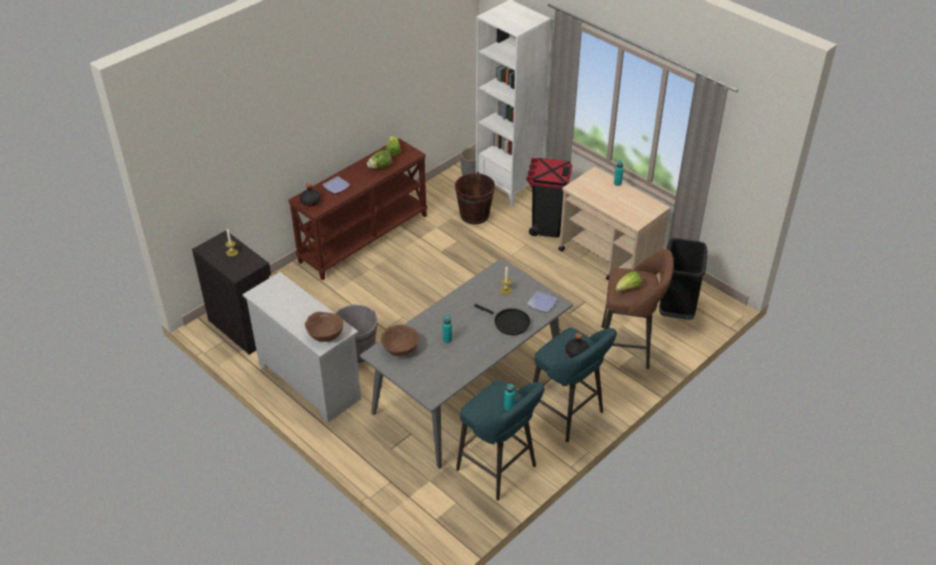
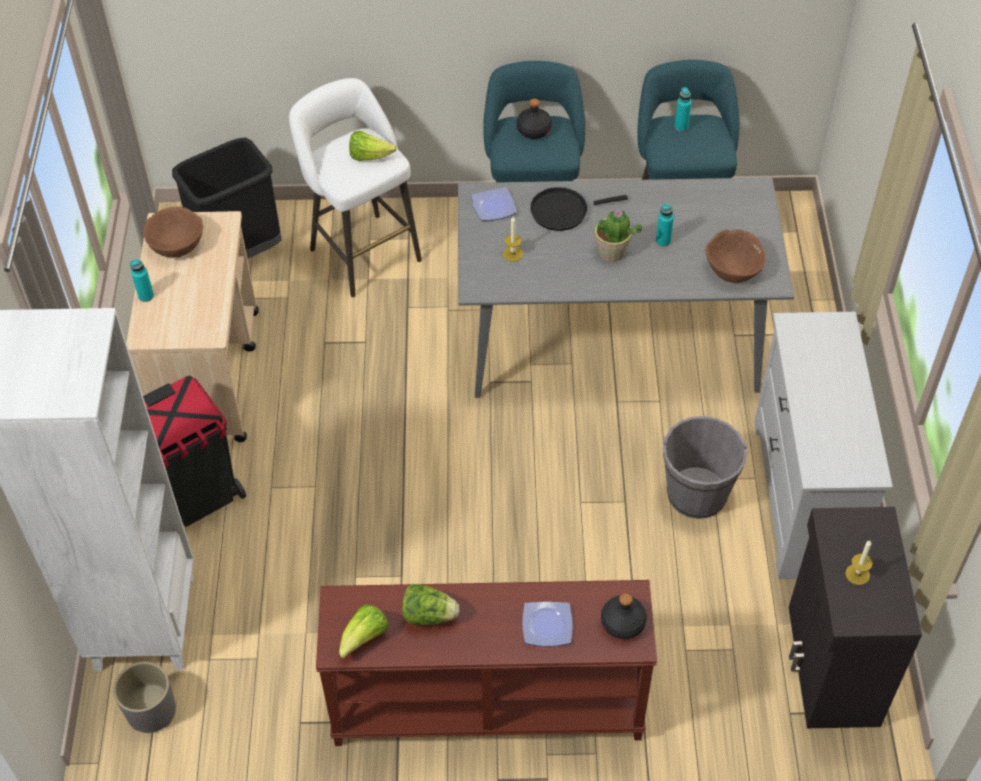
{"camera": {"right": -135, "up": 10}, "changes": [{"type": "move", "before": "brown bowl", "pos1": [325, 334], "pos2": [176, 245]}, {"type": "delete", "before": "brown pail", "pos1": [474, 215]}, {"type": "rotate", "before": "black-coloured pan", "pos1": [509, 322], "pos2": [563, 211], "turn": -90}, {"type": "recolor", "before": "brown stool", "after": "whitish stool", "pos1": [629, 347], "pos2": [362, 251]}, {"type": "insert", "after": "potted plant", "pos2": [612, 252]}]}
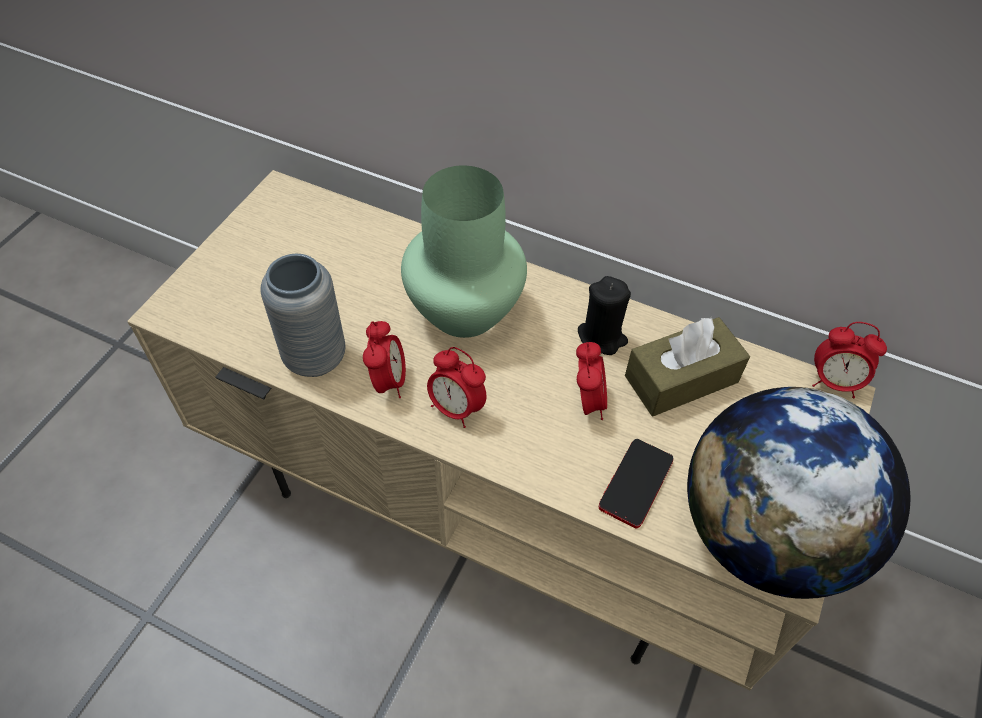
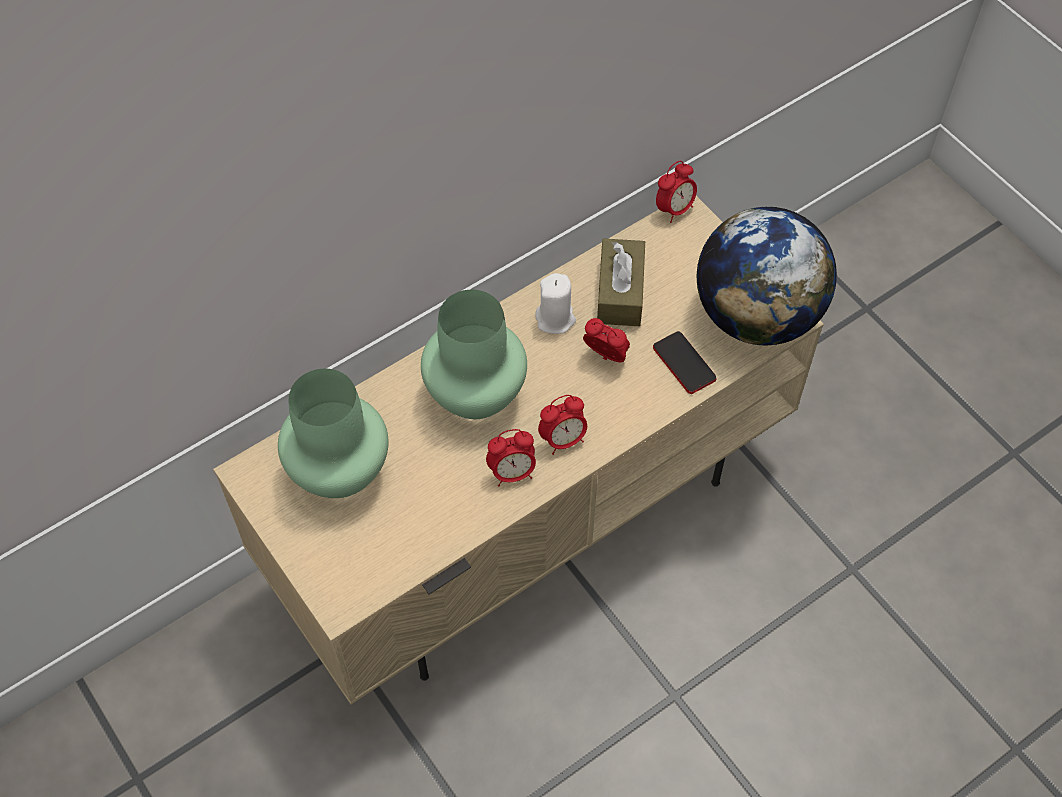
{"camera": {"right": -60, "up": 5}, "changes": [{"type": "delete", "before": "gray decorative vase", "pos1": [315, 357]}, {"type": "rotate", "before": "table clock", "pos1": [388, 381], "pos2": [512, 473], "turn": 135}, {"type": "recolor", "before": "black-coloured wax candle", "after": "whitish wax candle", "pos1": [602, 337], "pos2": [555, 319]}, {"type": "insert", "after": "green decorative vase", "pos2": [341, 470]}]}
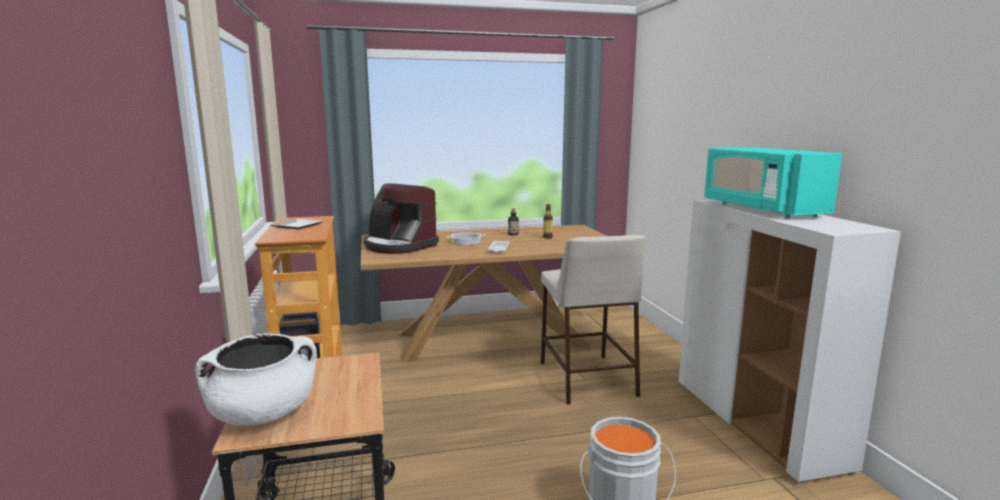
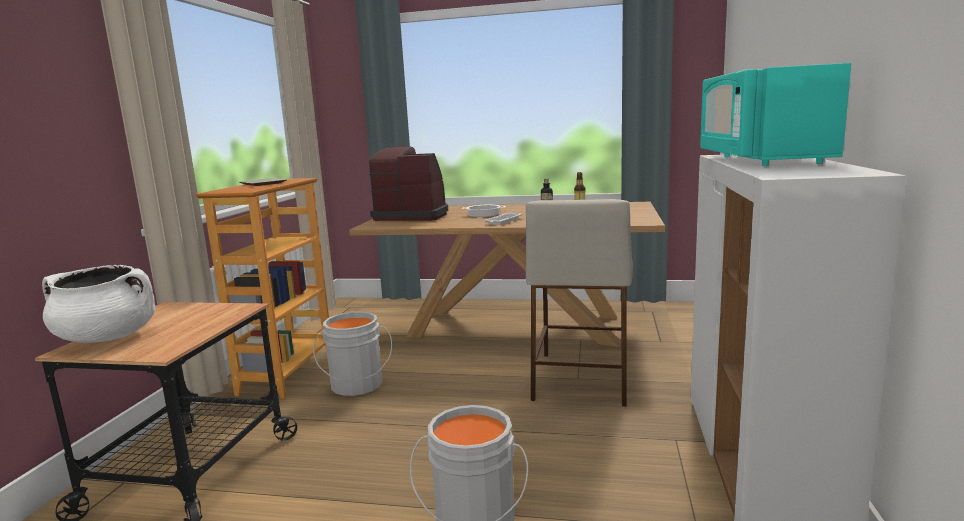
{"camera": {"right": 25, "up": 0}, "changes": [{"type": "rotate", "before": "coffee brewer", "pos1": [399, 246], "pos2": [412, 216], "turn": 135}, {"type": "insert", "after": "gray pail", "pos2": [357, 386]}]}
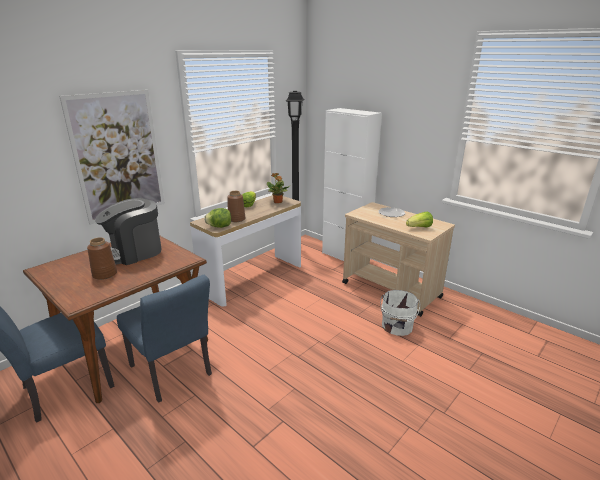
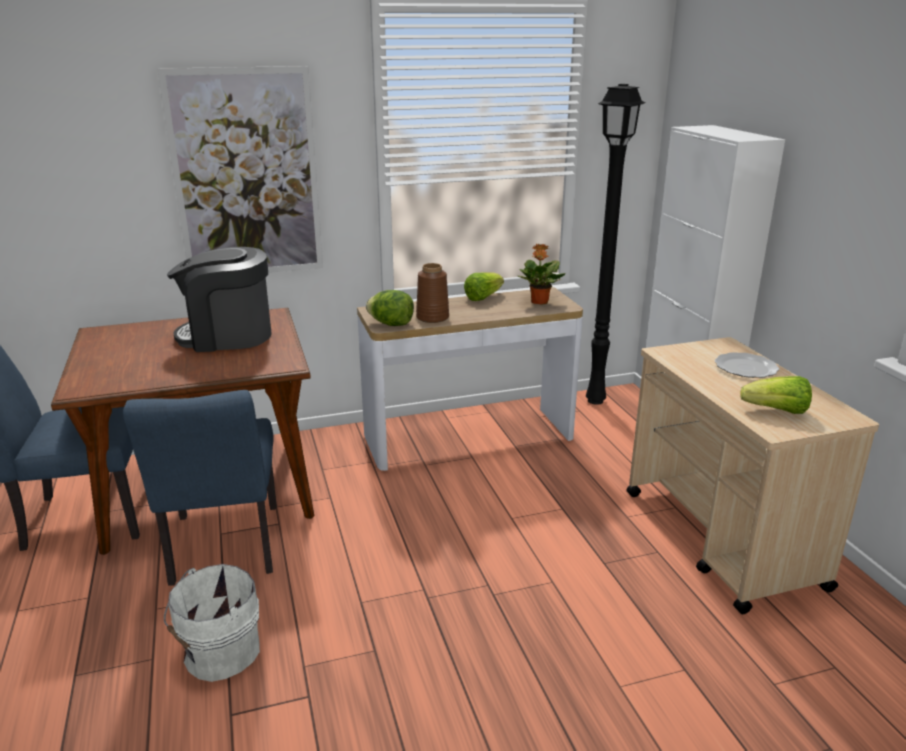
{"camera": {"right": 30, "up": 0}, "changes": [{"type": "delete", "before": "brown decorative vase", "pos1": [104, 274]}, {"type": "move", "before": "whitish pail", "pos1": [397, 327], "pos2": [218, 654]}]}
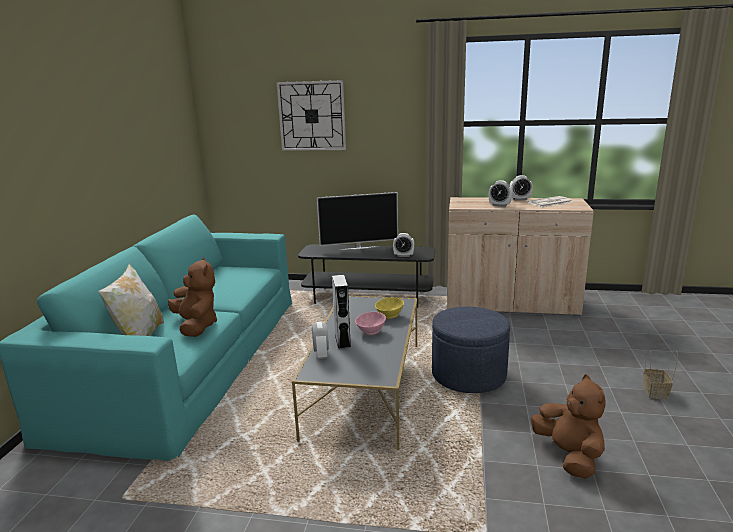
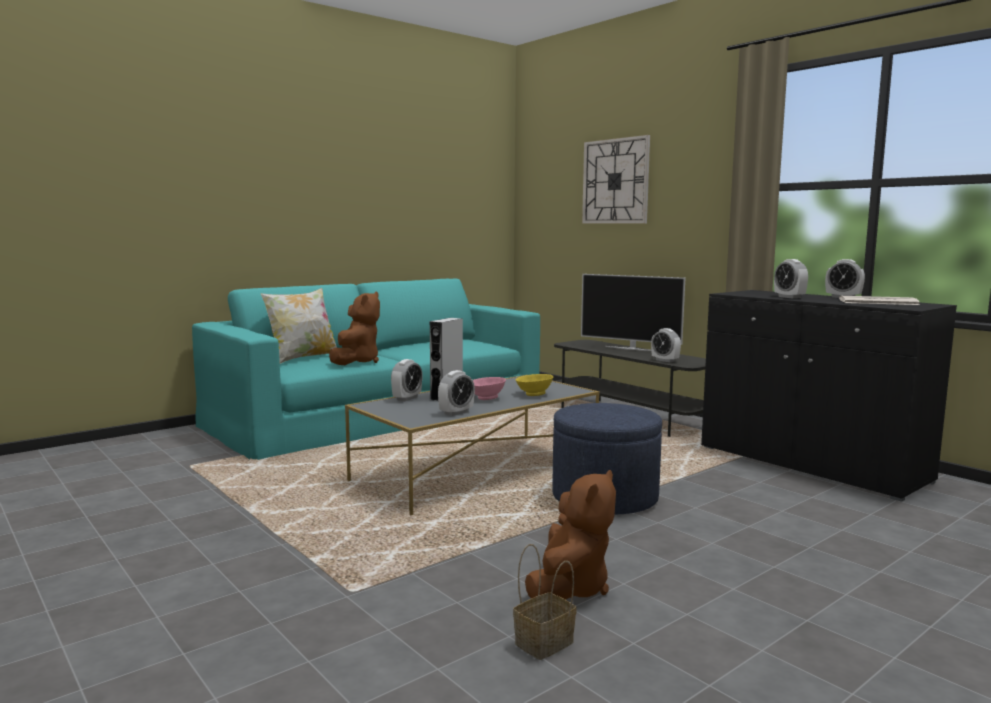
{"camera": {"right": 40, "up": -10}, "changes": [{"type": "recolor", "before": "sand-coloured cupboard", "after": "black-coloured cupboard", "pos1": [511, 304], "pos2": [810, 464]}, {"type": "move", "before": "household basket", "pos1": [656, 392], "pos2": [543, 644]}, {"type": "insert", "after": "table clock", "pos2": [456, 413]}]}
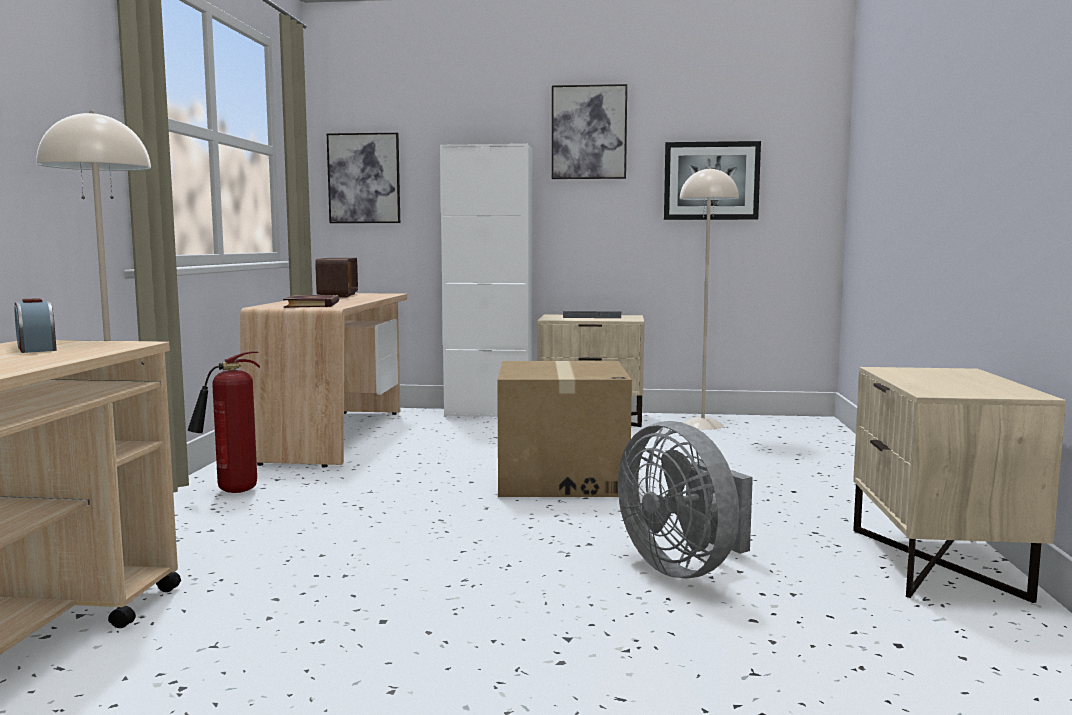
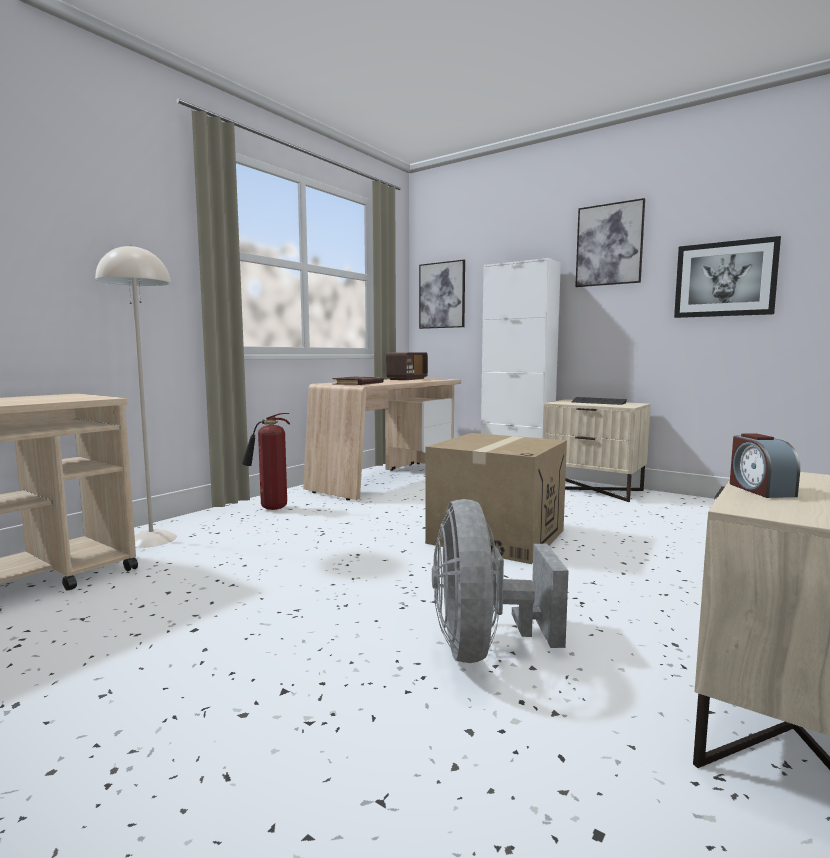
{"camera": {"right": 30, "up": 0}, "changes": [{"type": "move", "before": "table clock", "pos1": [36, 349], "pos2": [759, 490]}, {"type": "delete", "before": "sand-coloured standard lamp", "pos1": [702, 425]}]}
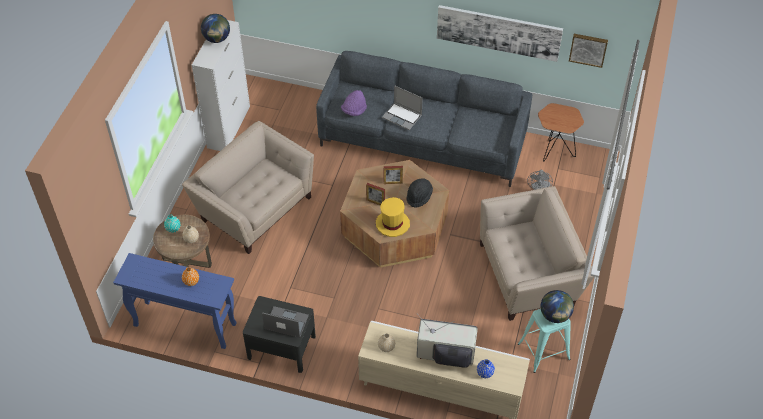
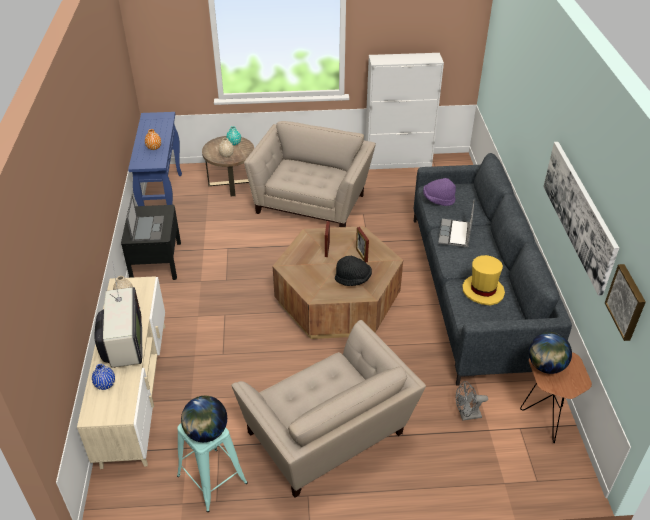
{"camera": {"right": 70, "up": -10}, "changes": [{"type": "move", "before": "desk globe", "pos1": [217, 39], "pos2": [545, 366]}, {"type": "move", "before": "yellow clothing hat", "pos1": [392, 224], "pos2": [483, 291]}]}
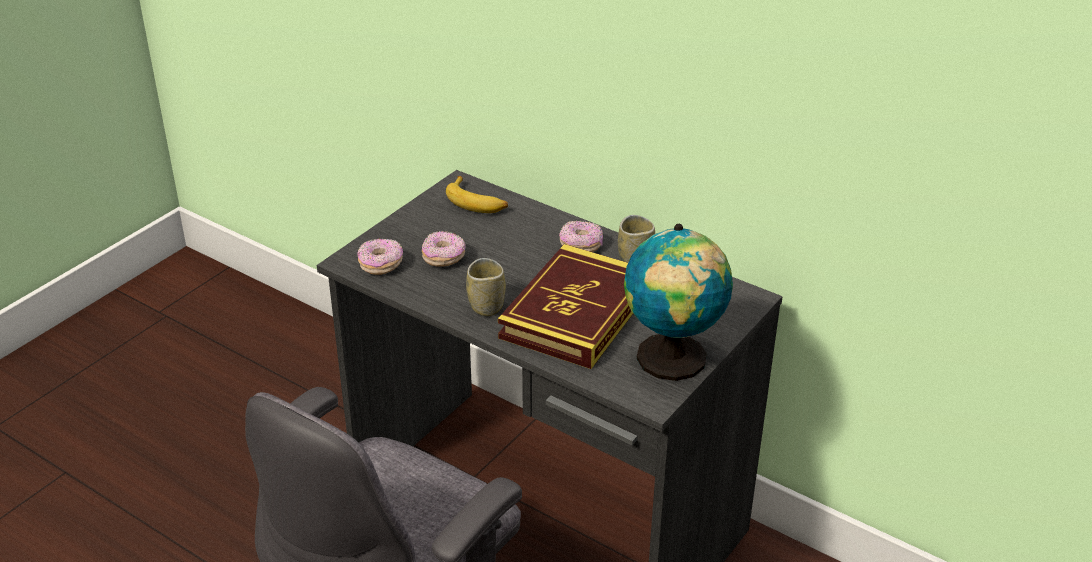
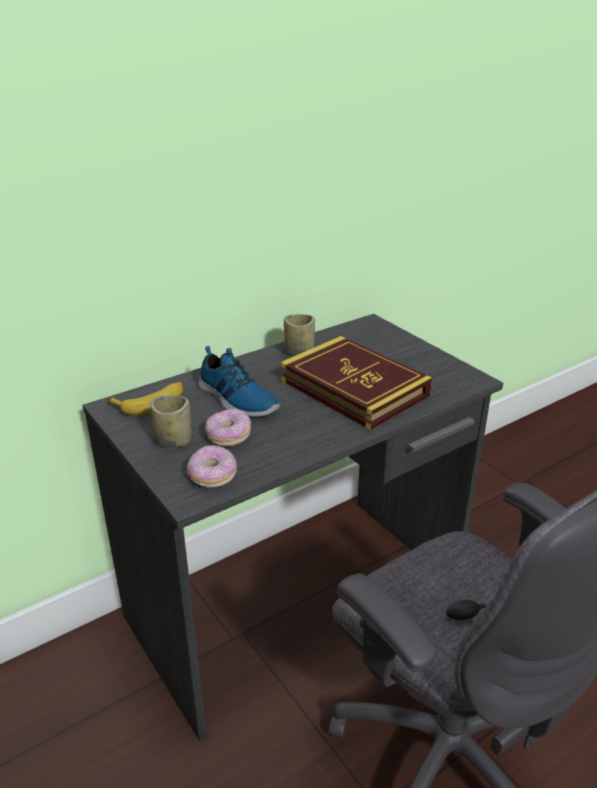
{"camera": {"right": -70, "up": -5}, "changes": [{"type": "move", "before": "cup", "pos1": [486, 306], "pos2": [174, 440]}, {"type": "delete", "before": "doughnut", "pos1": [580, 246]}, {"type": "delete", "before": "desk globe", "pos1": [672, 361]}, {"type": "insert", "after": "item of footwear", "pos2": [236, 399]}]}
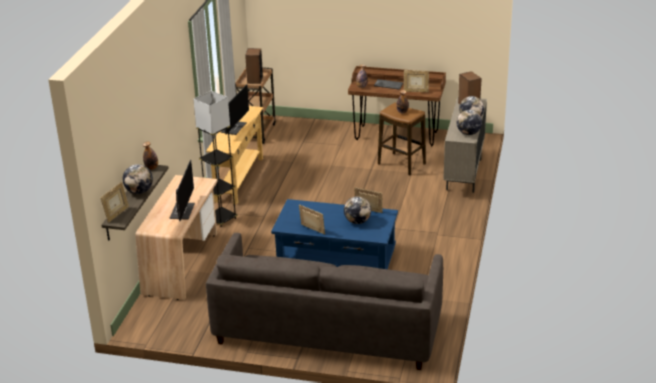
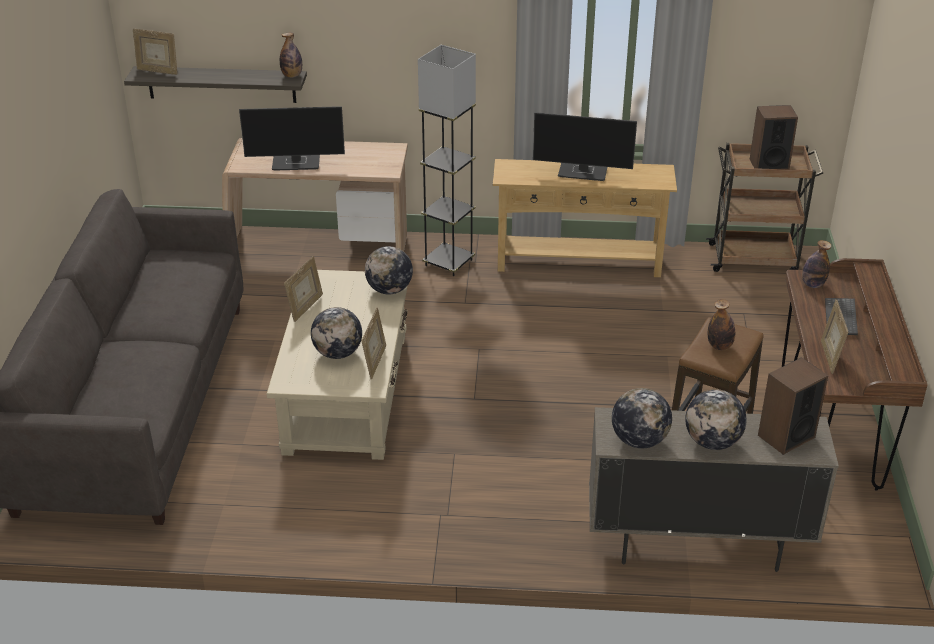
{"camera": {"right": 80, "up": 5}, "changes": [{"type": "move", "before": "desk globe", "pos1": [139, 192], "pos2": [389, 290]}, {"type": "recolor", "before": "bluish coffee table", "after": "sand-coloured coffee table", "pos1": [336, 257], "pos2": [347, 392]}]}
